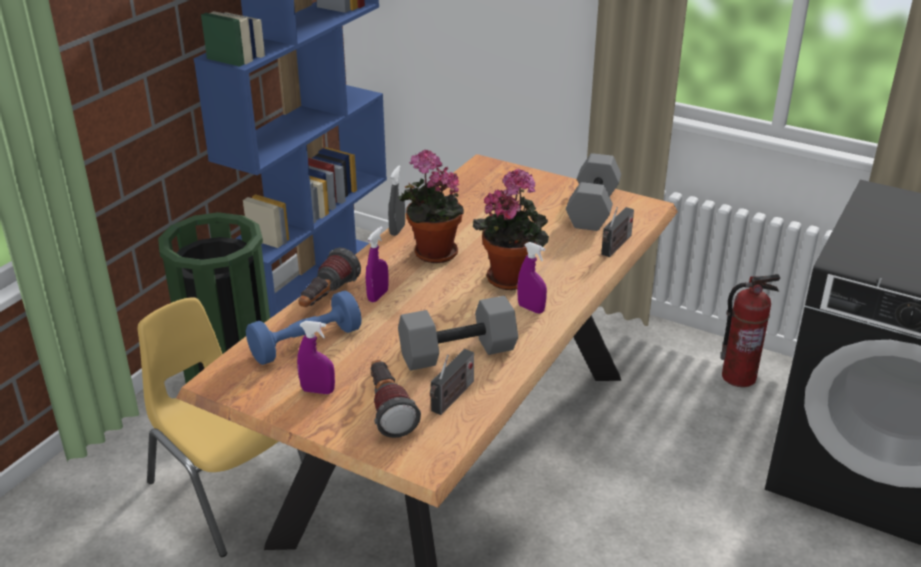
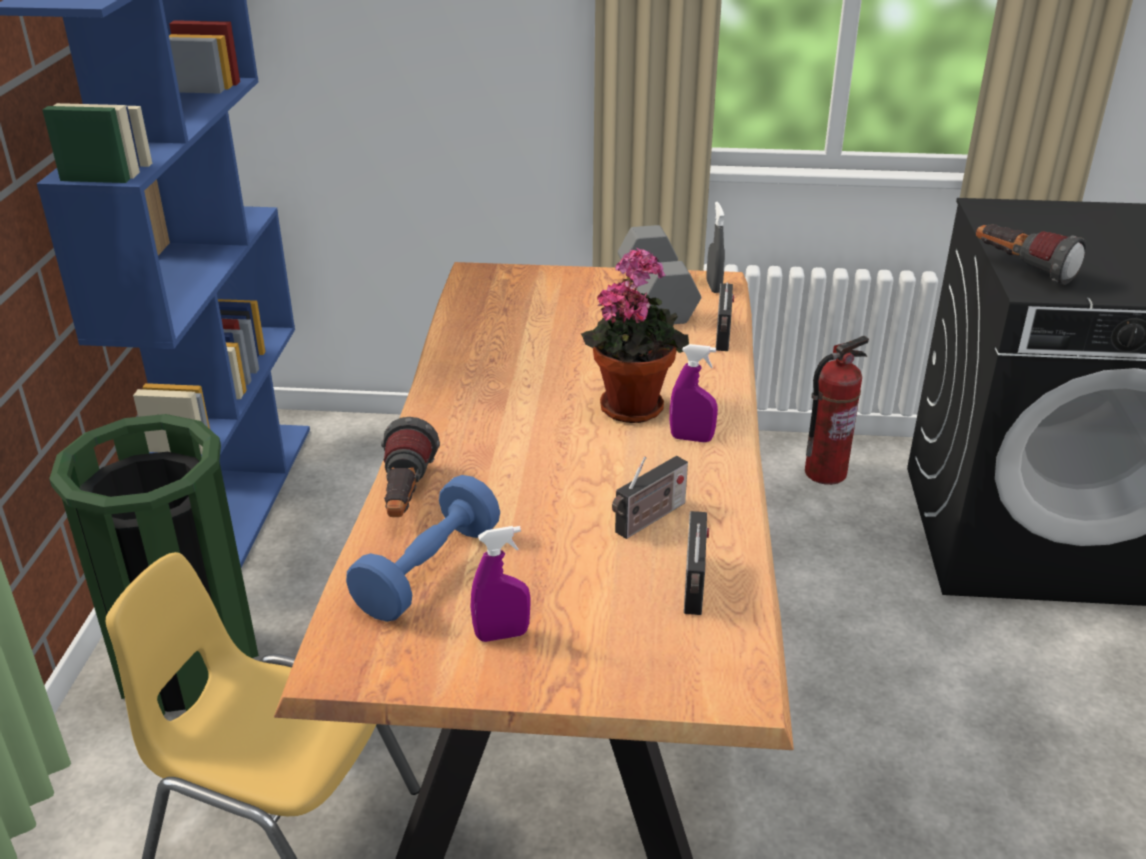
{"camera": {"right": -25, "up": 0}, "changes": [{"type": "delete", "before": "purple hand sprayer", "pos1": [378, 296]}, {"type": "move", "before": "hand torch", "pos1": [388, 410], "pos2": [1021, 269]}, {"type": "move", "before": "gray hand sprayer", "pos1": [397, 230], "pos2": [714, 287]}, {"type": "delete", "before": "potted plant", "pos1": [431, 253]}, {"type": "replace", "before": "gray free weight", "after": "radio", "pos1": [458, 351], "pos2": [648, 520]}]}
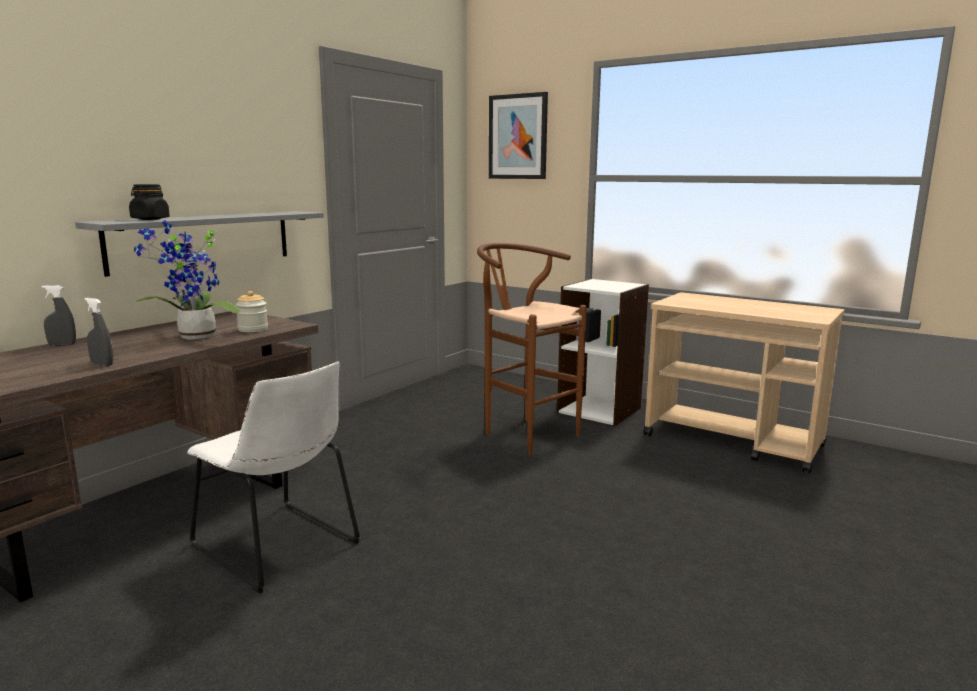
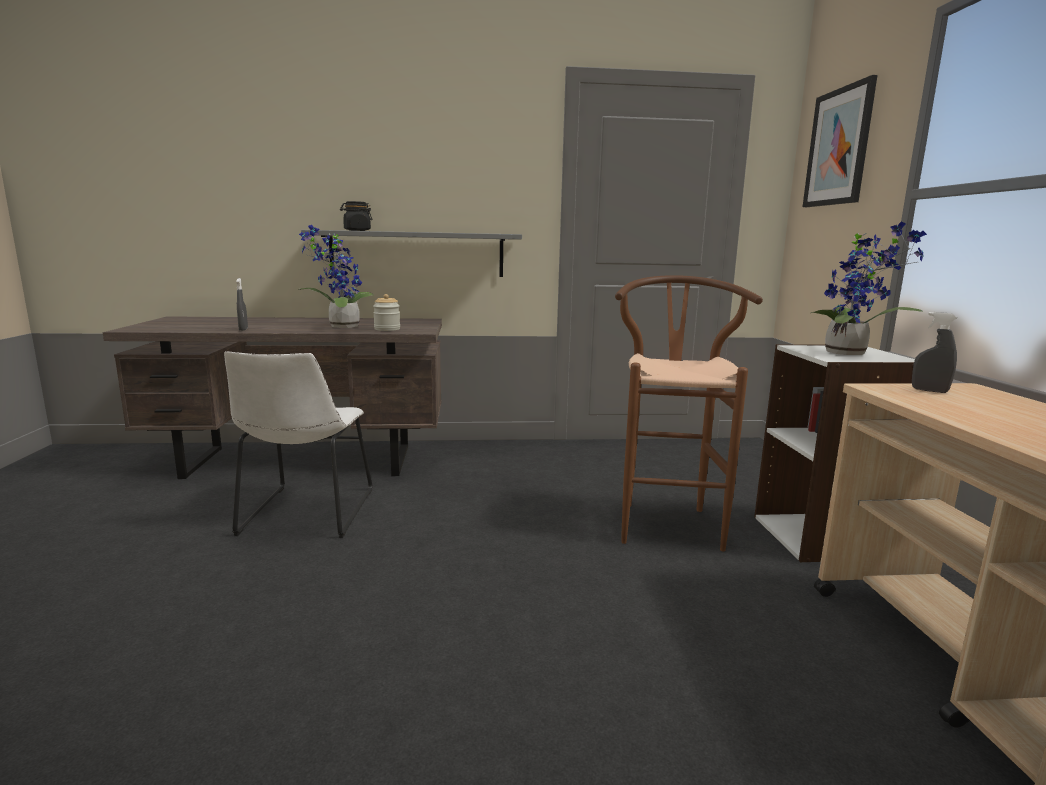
{"camera": {"right": 50, "up": 0}, "changes": [{"type": "move", "before": "gray hand sprayer", "pos1": [62, 345], "pos2": [929, 390]}, {"type": "insert", "after": "potted plant", "pos2": [850, 353]}]}
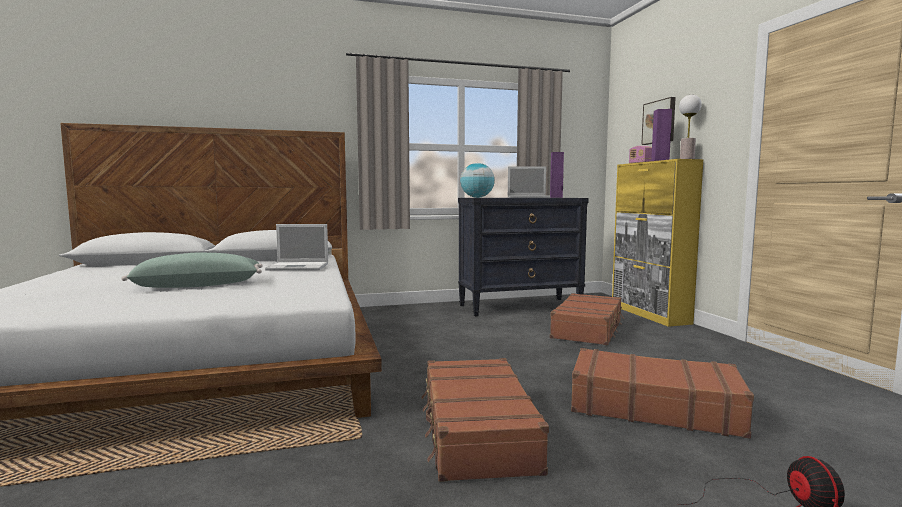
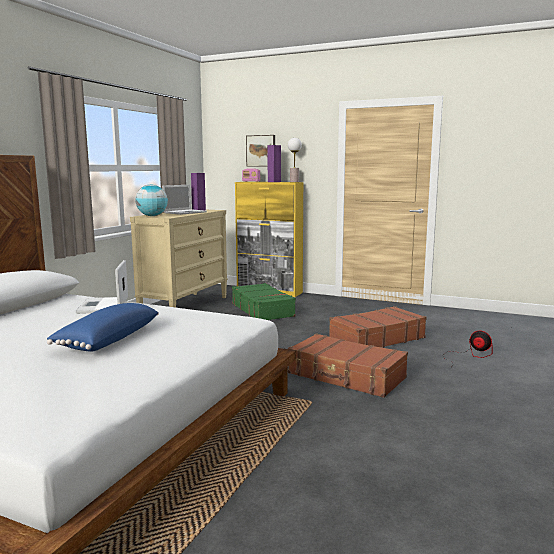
{"camera": {"right": -50, "up": 5}, "changes": [{"type": "recolor", "before": "green throw pillow", "after": "bluish throw pillow", "pos1": [199, 285], "pos2": [107, 340]}, {"type": "rotate", "before": "laptop", "pos1": [299, 267], "pos2": [103, 306], "turn": 135}, {"type": "recolor", "before": "black-coloured dresser", "after": "sand-coloured dresser", "pos1": [520, 307], "pos2": [185, 306]}, {"type": "recolor", "before": "brown travel case", "after": "green travel case", "pos1": [588, 329], "pos2": [263, 310]}]}
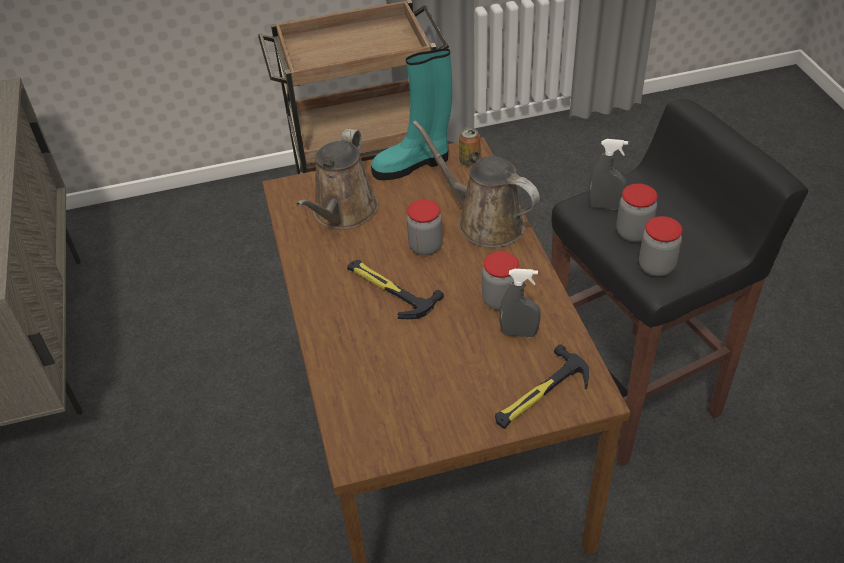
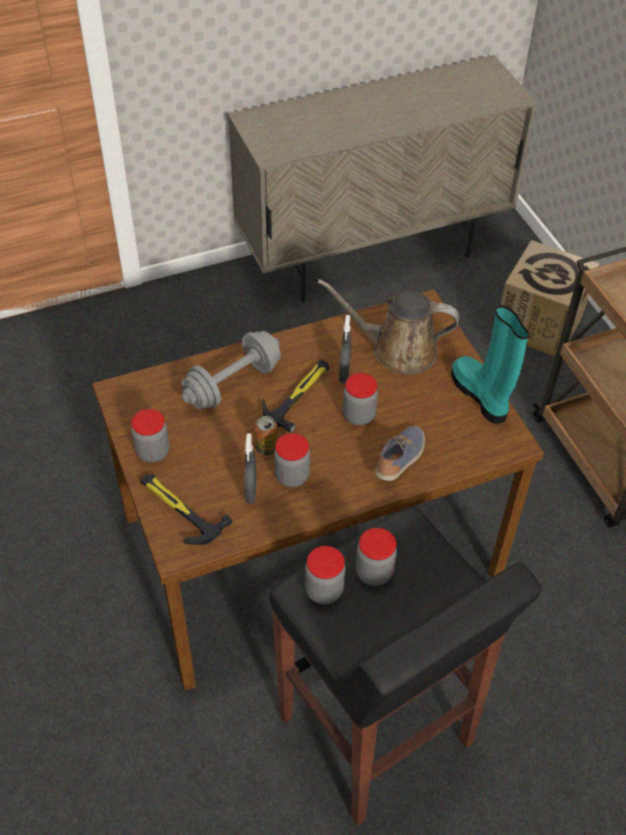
{"camera": {"right": 80, "up": 5}, "changes": [{"type": "replace", "before": "brown watering can", "after": "item of footwear", "pos1": [484, 222], "pos2": [401, 459]}, {"type": "move", "before": "sealed can", "pos1": [469, 161], "pos2": [266, 447]}, {"type": "move", "before": "gray hand sprayer", "pos1": [605, 206], "pos2": [344, 374]}, {"type": "insert", "after": "preserve jar", "pos2": [153, 452]}, {"type": "insert", "after": "gray free weight", "pos2": [232, 384]}, {"type": "insert", "after": "carton", "pos2": [539, 324]}]}
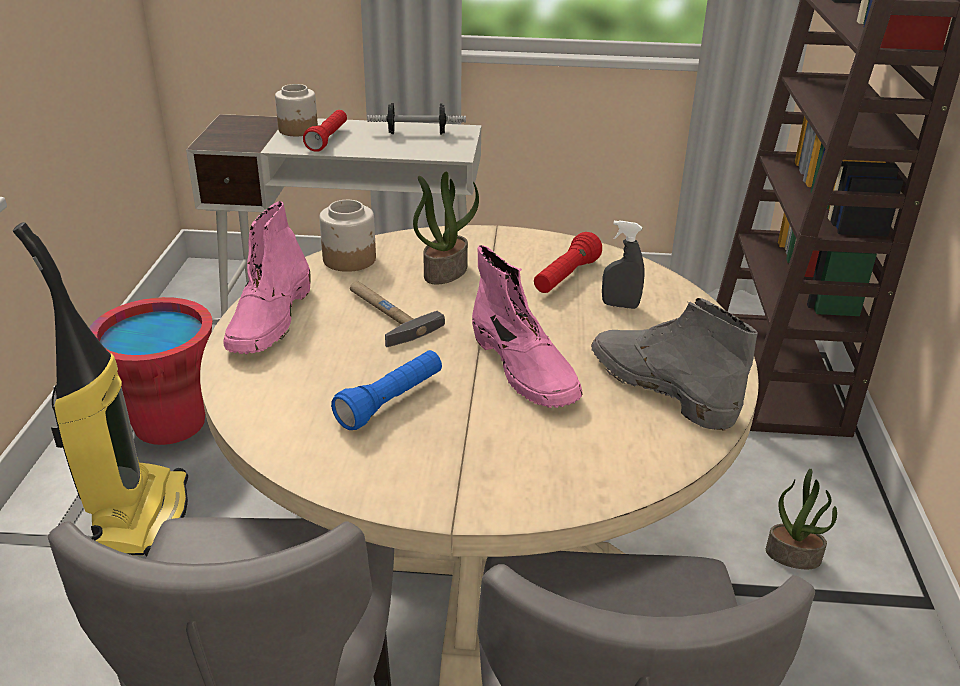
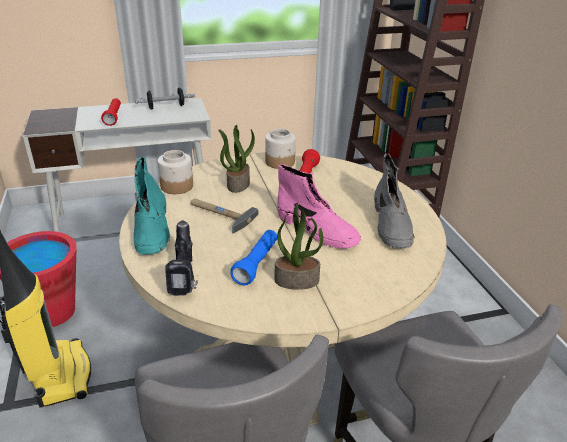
{"camera": {"right": -20, "up": 0}, "changes": [{"type": "recolor", "before": "pink-coloured high-top boot", "after": "turquoise high-top boot", "pos1": [270, 320], "pos2": [152, 231]}, {"type": "move", "before": "preserve jar", "pos1": [298, 130], "pos2": [280, 162]}, {"type": "rotate", "before": "gray high-top boot", "pos1": [660, 386], "pos2": [391, 226], "turn": -120}, {"type": "delete", "before": "gray hand sprayer", "pos1": [620, 305]}, {"type": "move", "before": "potted plant", "pos1": [793, 555], "pos2": [297, 280]}, {"type": "insert", "after": "power drill", "pos2": [185, 279]}]}
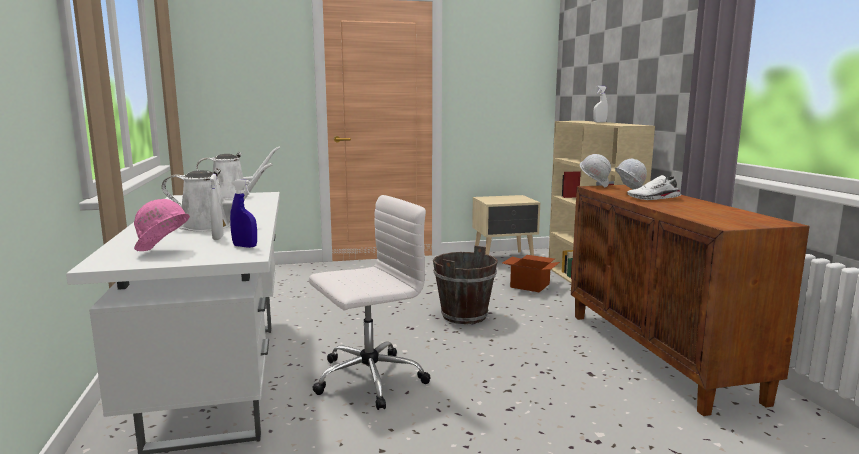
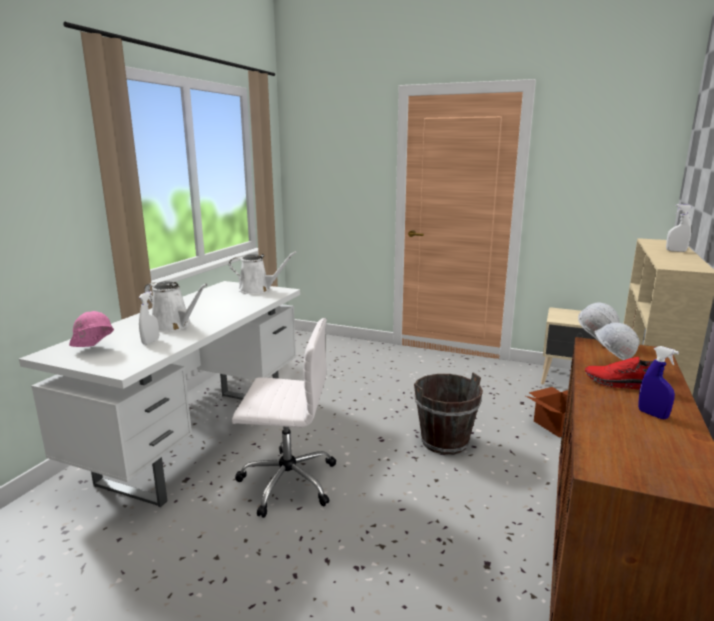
{"camera": {"right": 35, "up": 5}, "changes": [{"type": "move", "before": "bluish hand sprayer", "pos1": [245, 246], "pos2": [652, 414]}, {"type": "recolor", "before": "whitish item of footwear", "after": "red item of footwear", "pos1": [654, 199], "pos2": [621, 385]}]}
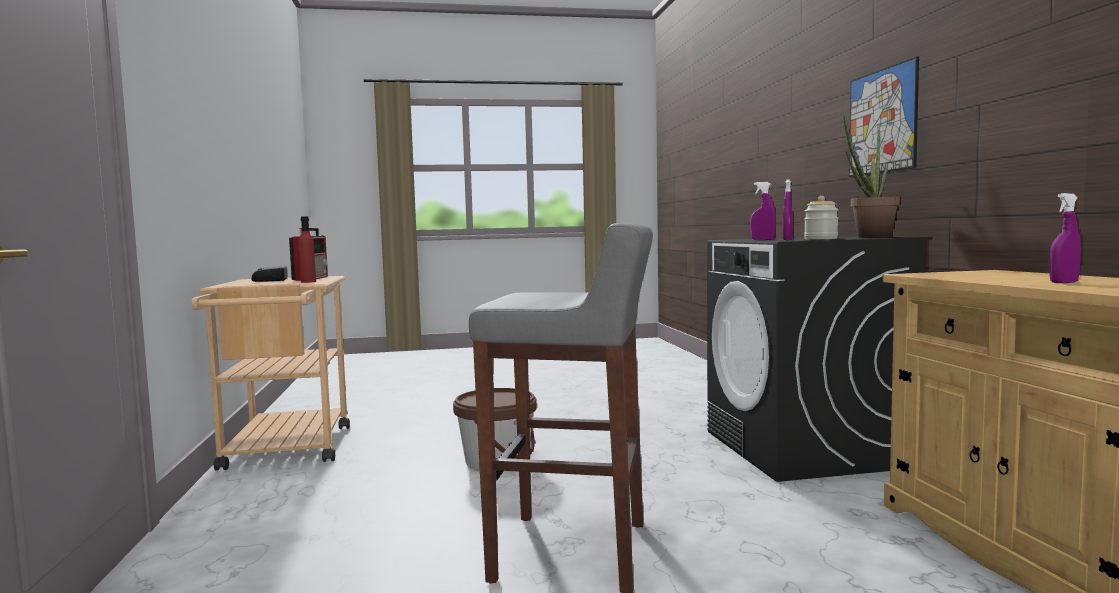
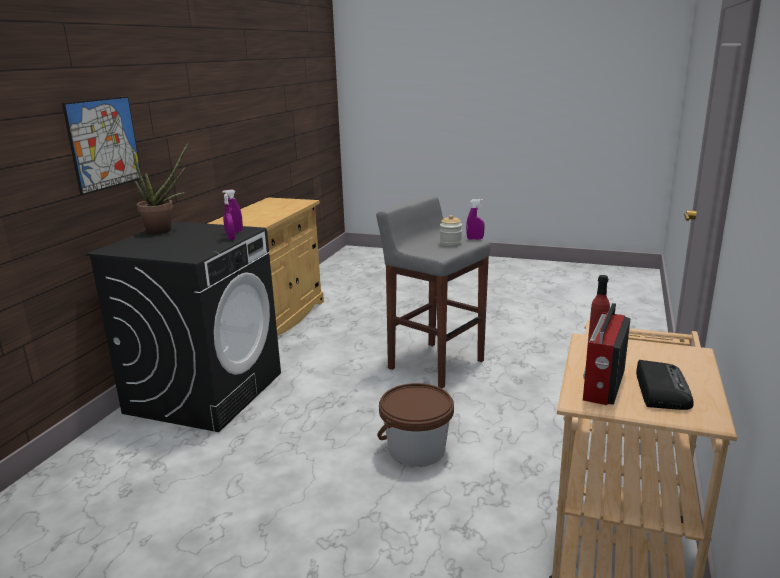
{"camera": {"right": -150, "up": 15}, "changes": [{"type": "move", "before": "preserve jar", "pos1": [821, 239], "pos2": [450, 244]}, {"type": "move", "before": "purple hand sprayer", "pos1": [1064, 283], "pos2": [475, 239]}]}
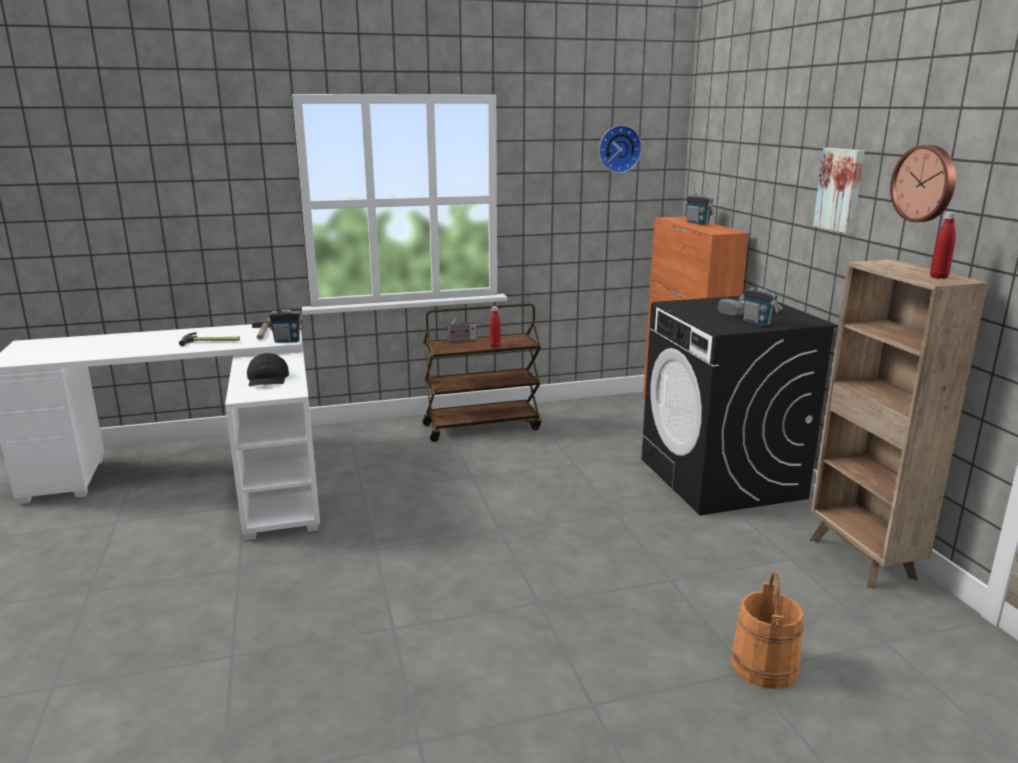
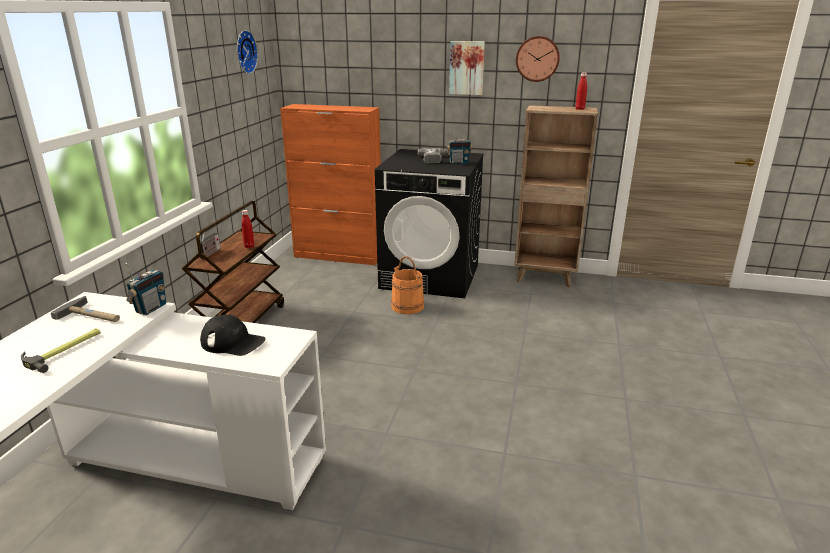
{"camera": {"right": -60, "up": 5}, "changes": [{"type": "delete", "before": "radio", "pos1": [697, 223]}, {"type": "move", "before": "orange-coloured pail", "pos1": [763, 665], "pos2": [407, 306]}]}
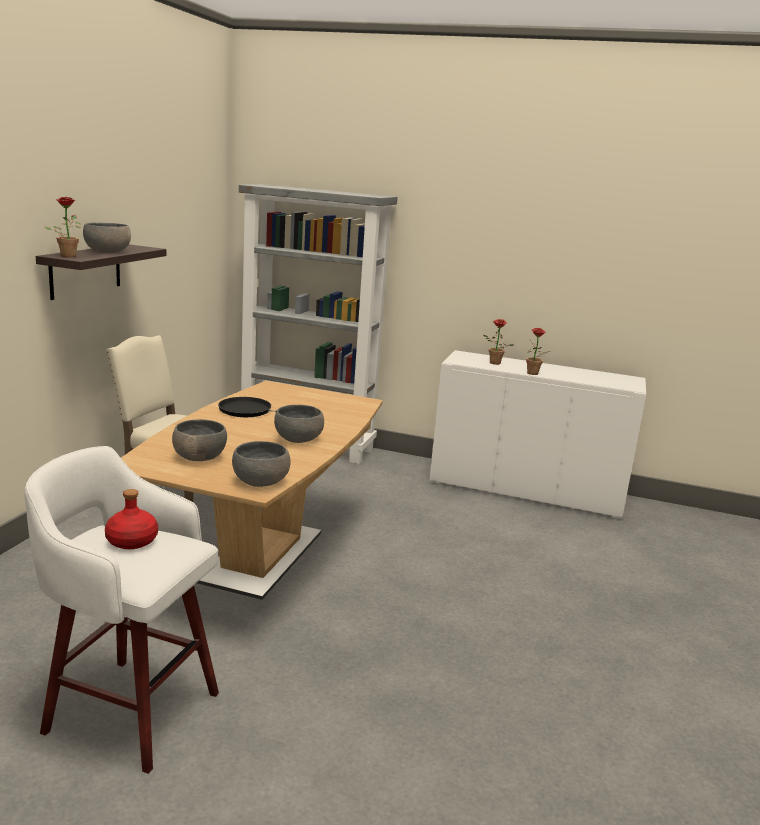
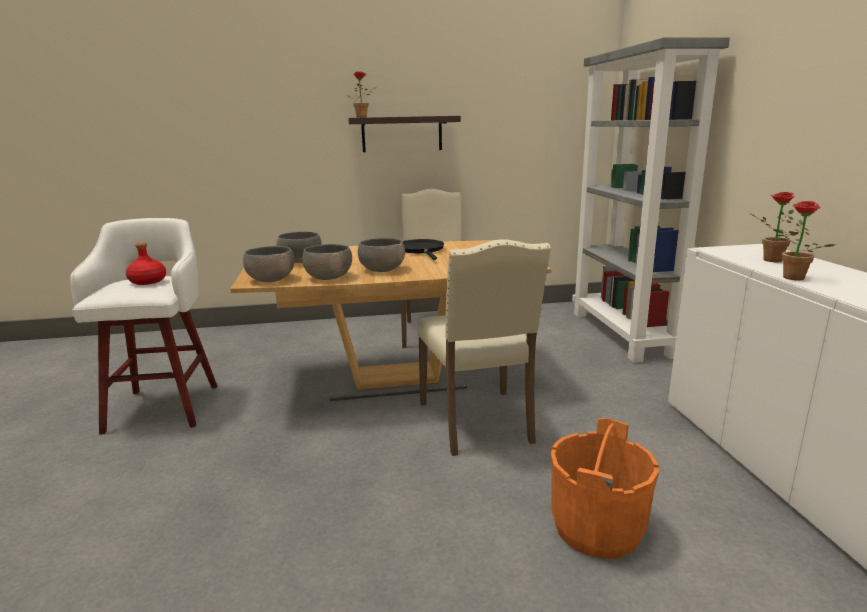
{"camera": {"right": 65, "up": 0}, "changes": [{"type": "move", "before": "gray bowl", "pos1": [108, 252], "pos2": [328, 277]}, {"type": "insert", "after": "sand-coloured upright chair", "pos2": [478, 423]}, {"type": "insert", "after": "orange-coloured pail", "pos2": [597, 528]}]}
